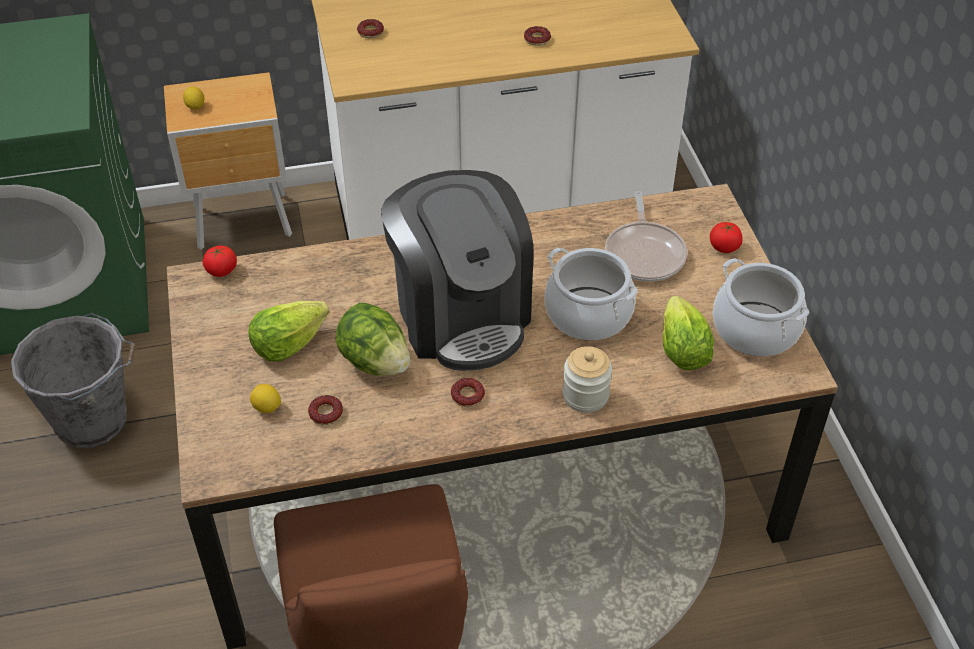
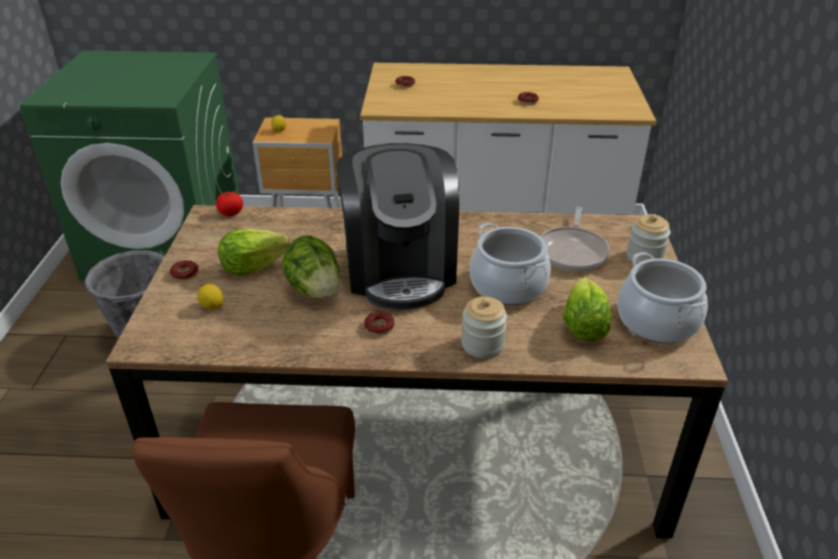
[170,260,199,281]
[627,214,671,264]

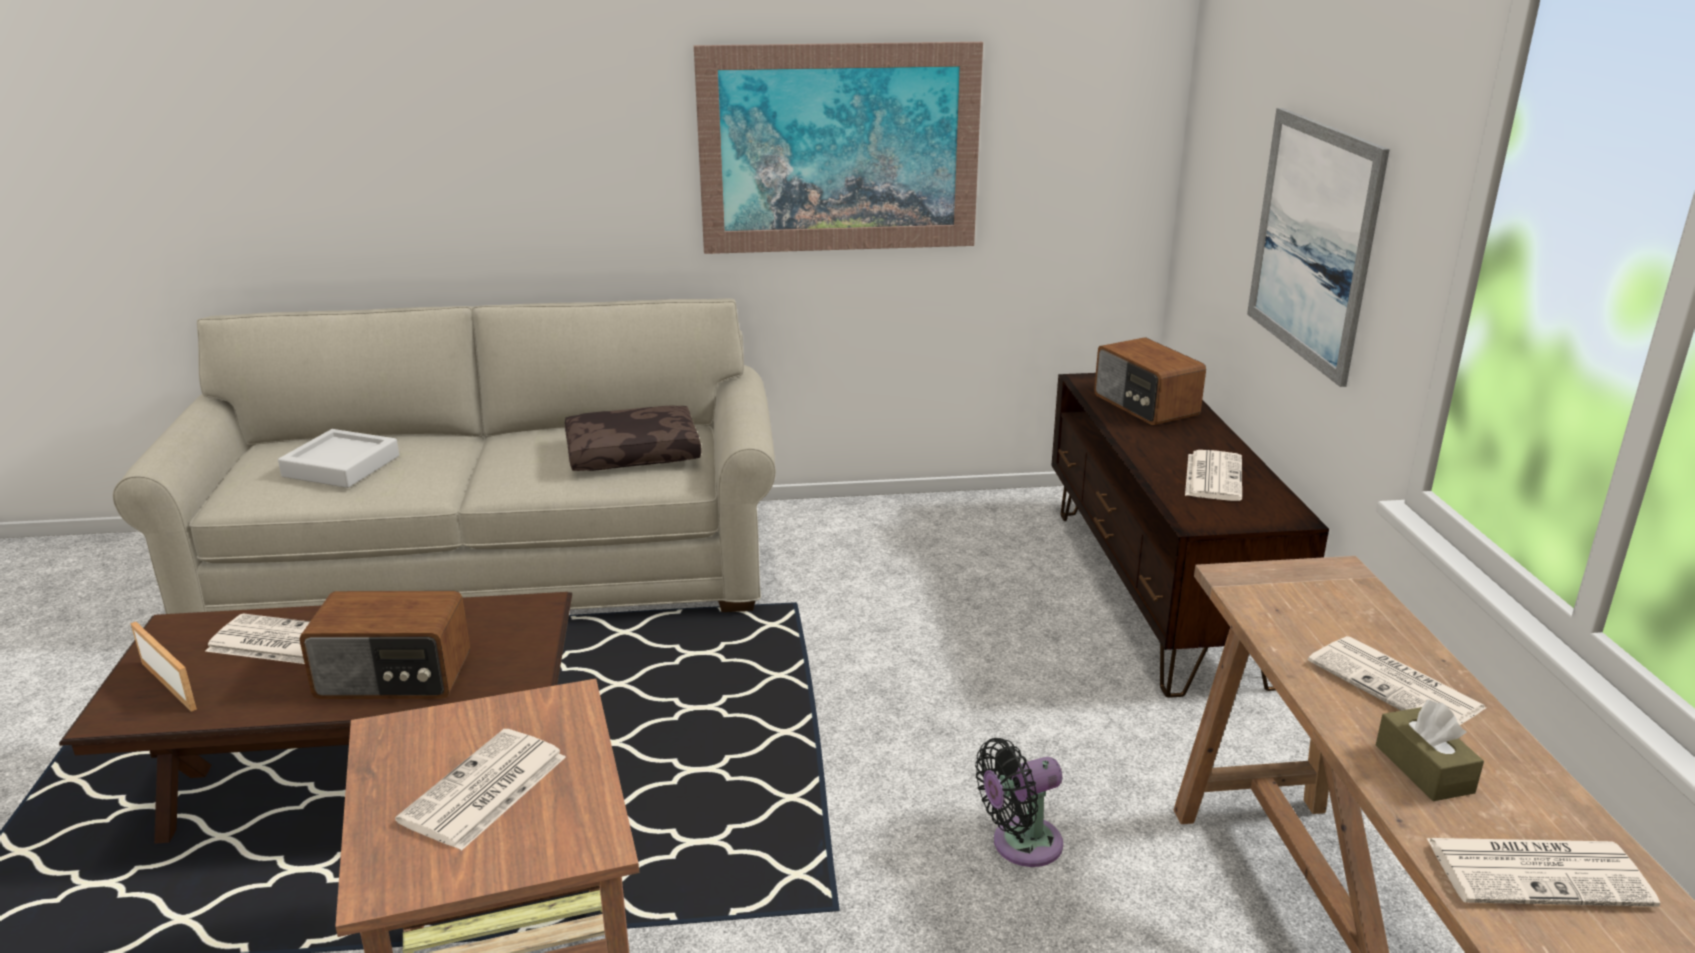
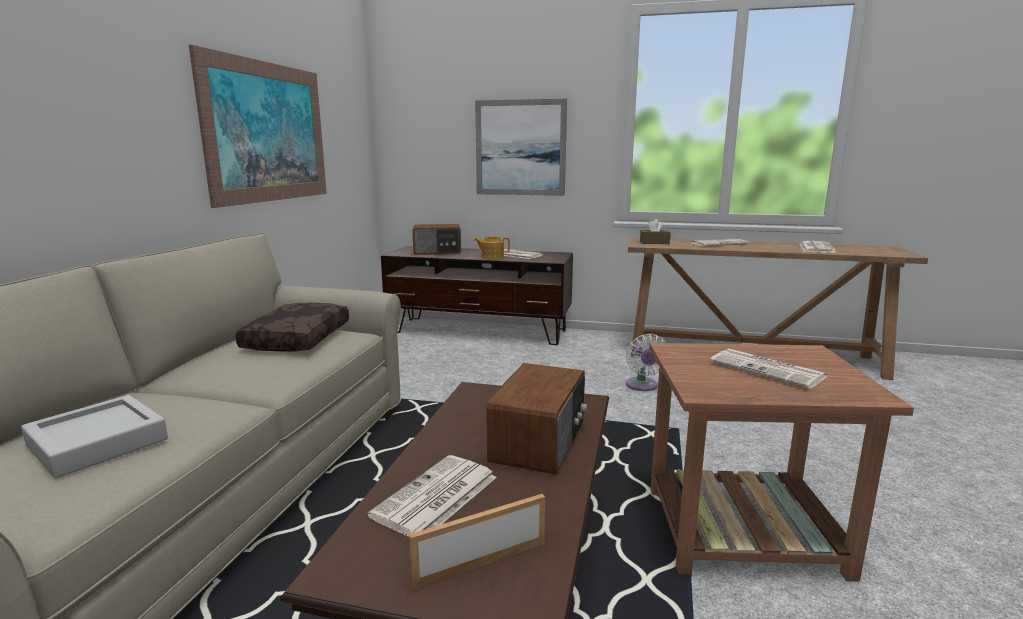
[626,334,666,391]
[640,219,671,244]
[474,236,510,260]

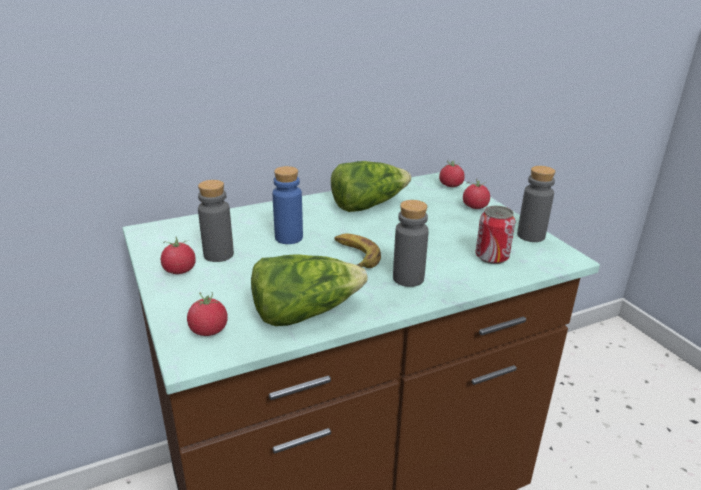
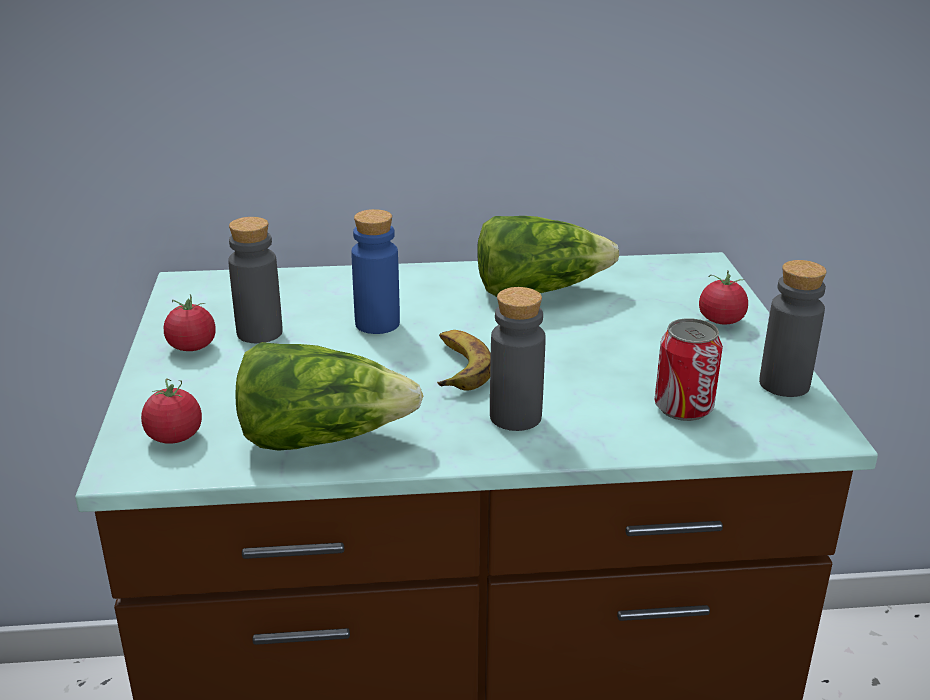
[439,160,465,187] (first image)

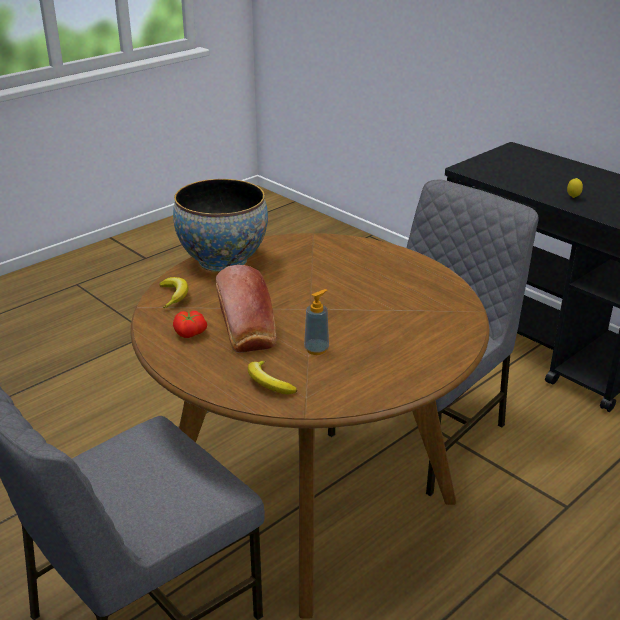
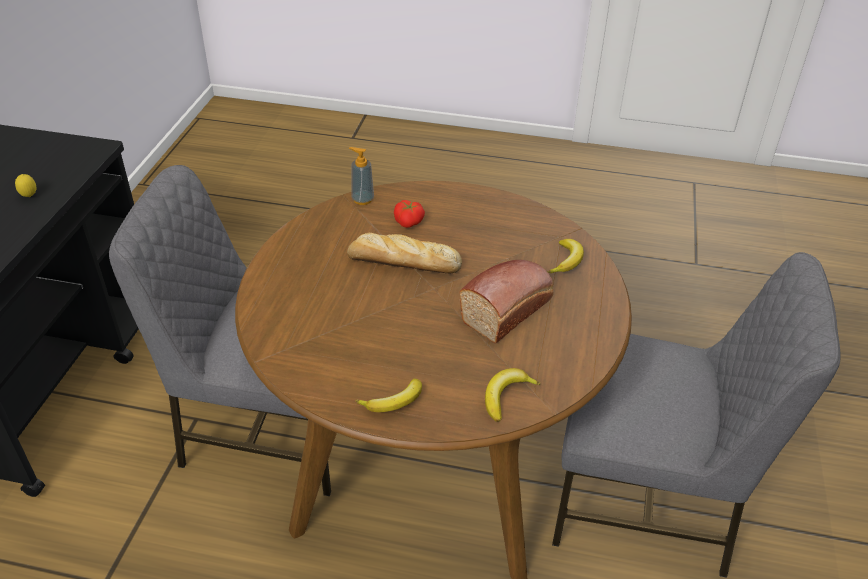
[356,379,422,412]
[394,200,425,228]
[349,147,374,205]
[347,233,462,273]

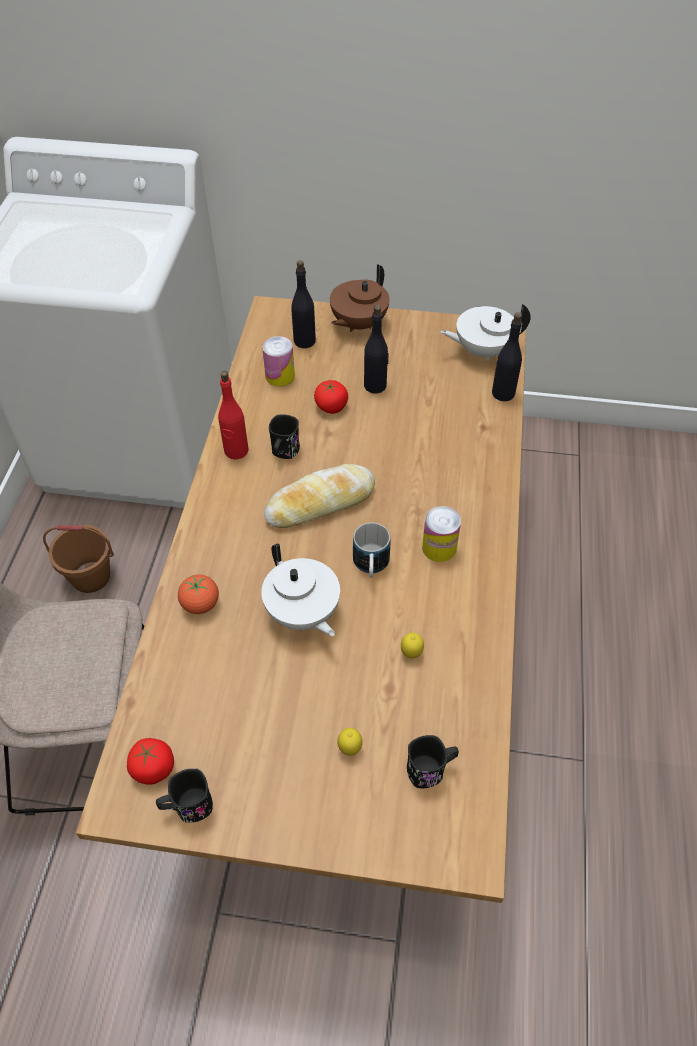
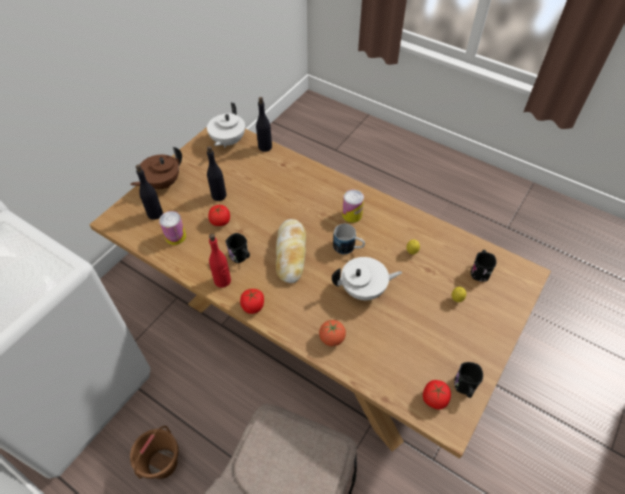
[130,147,182,189]
[240,289,264,314]

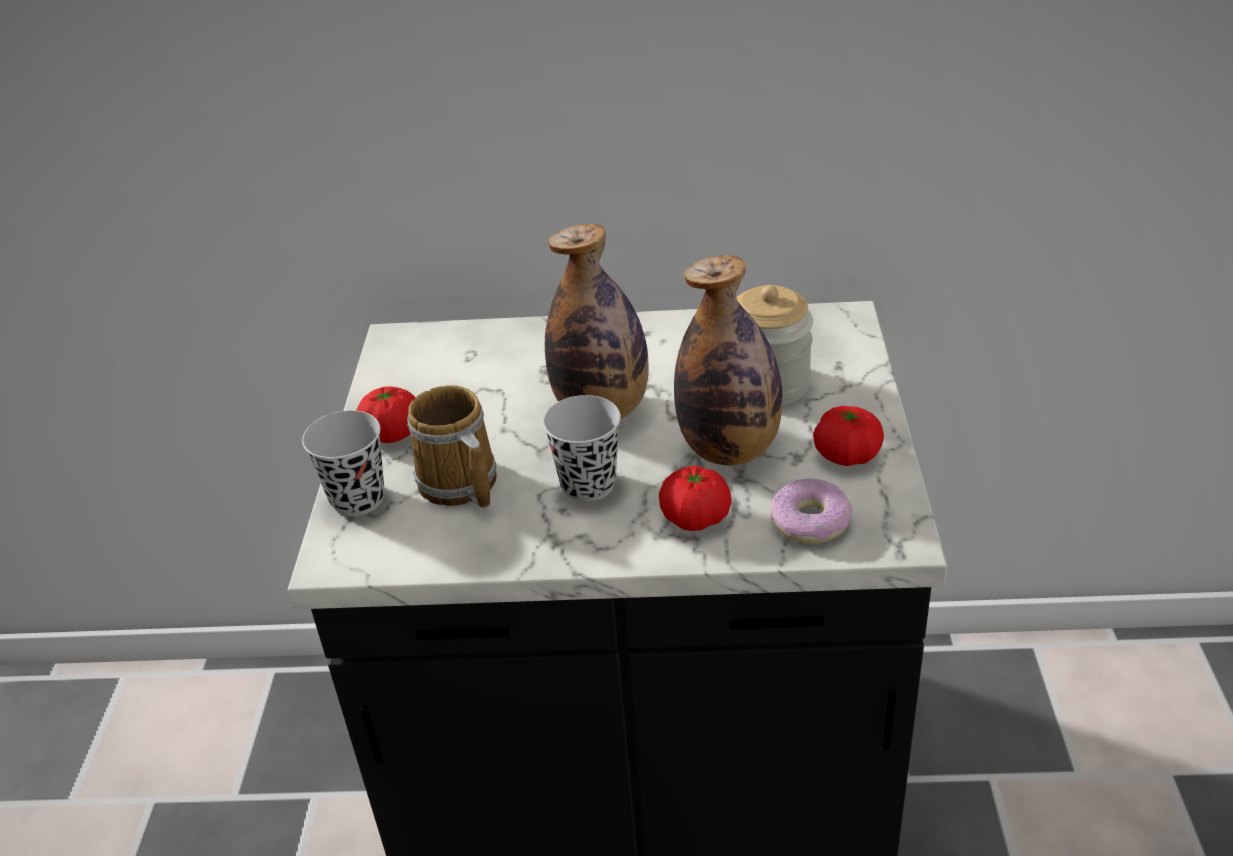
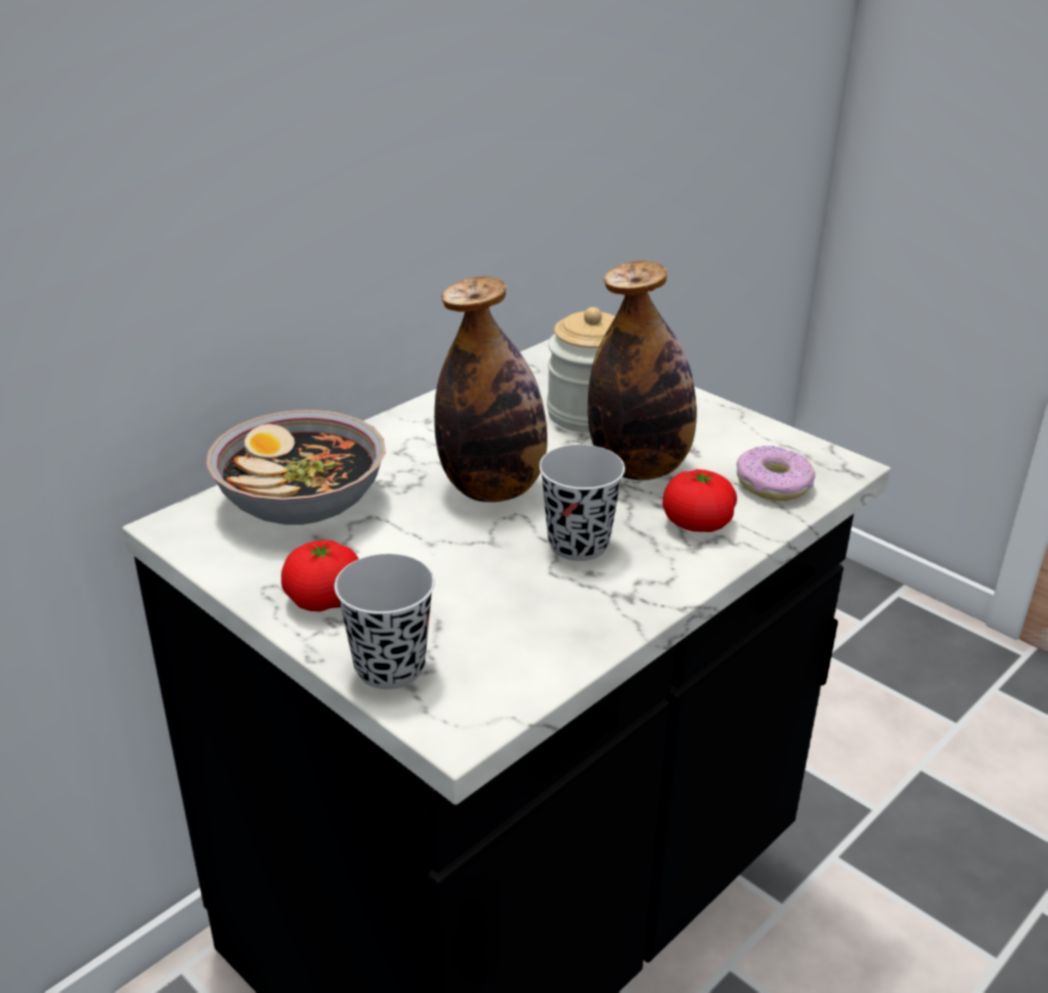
[407,385,497,508] (first image)
[813,406,884,466] (first image)
[206,409,386,525]

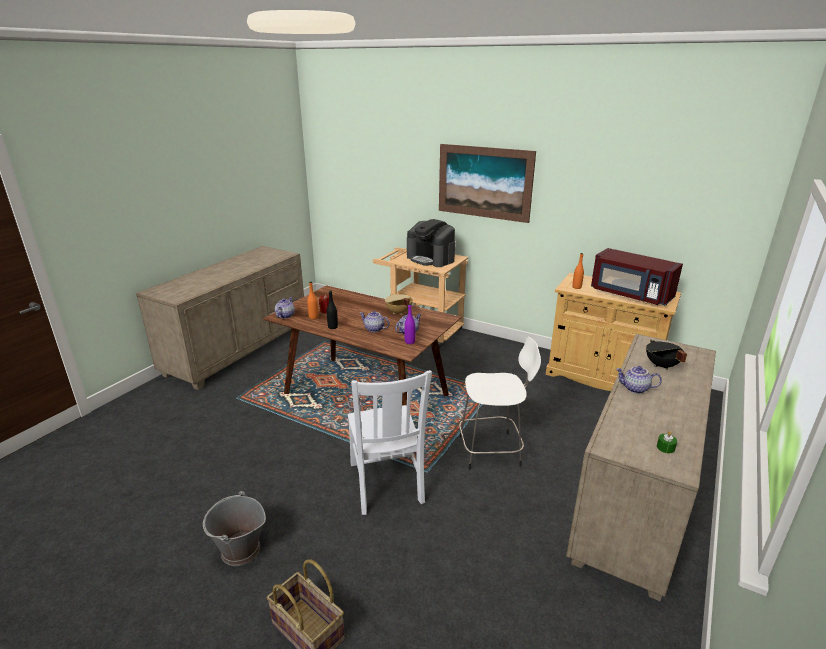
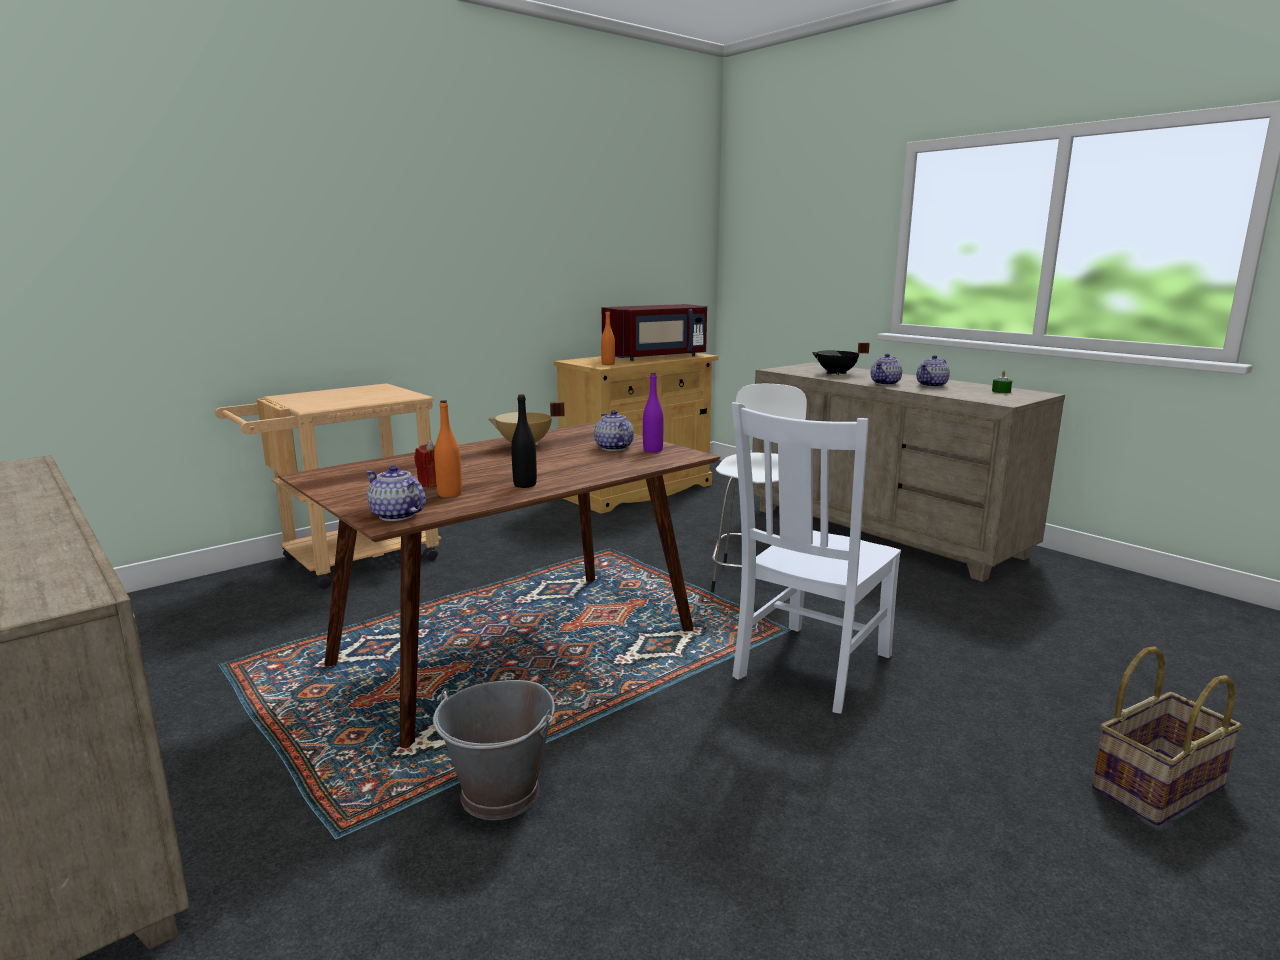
[433,680,555,820]
[732,402,901,714]
[917,355,950,387]
[407,219,455,267] (first image)
[439,144,536,223] (first image)

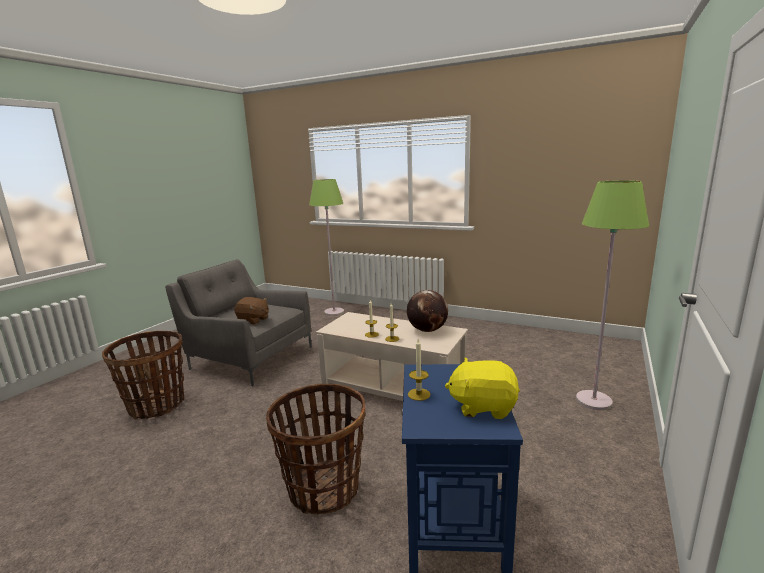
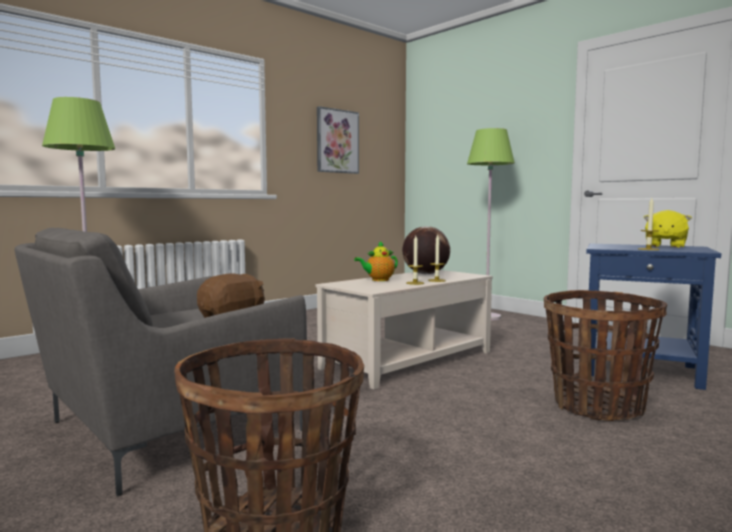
[317,106,359,174]
[354,241,398,281]

